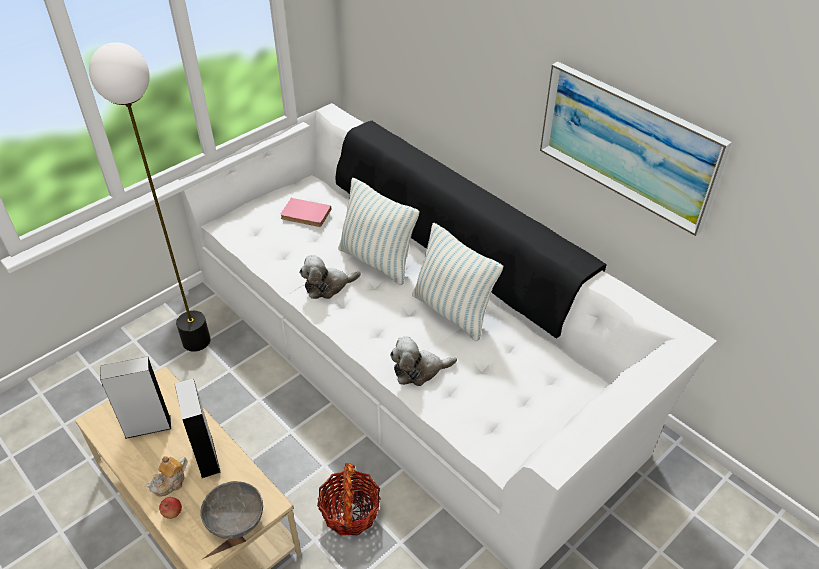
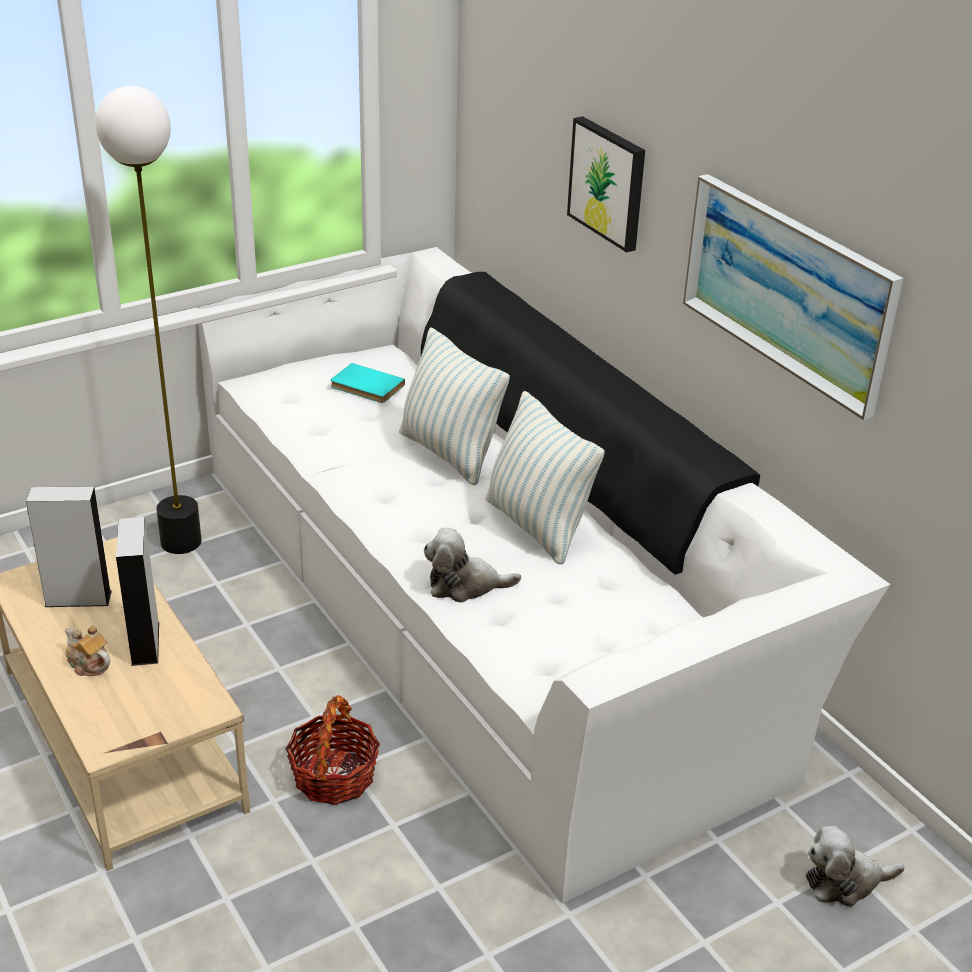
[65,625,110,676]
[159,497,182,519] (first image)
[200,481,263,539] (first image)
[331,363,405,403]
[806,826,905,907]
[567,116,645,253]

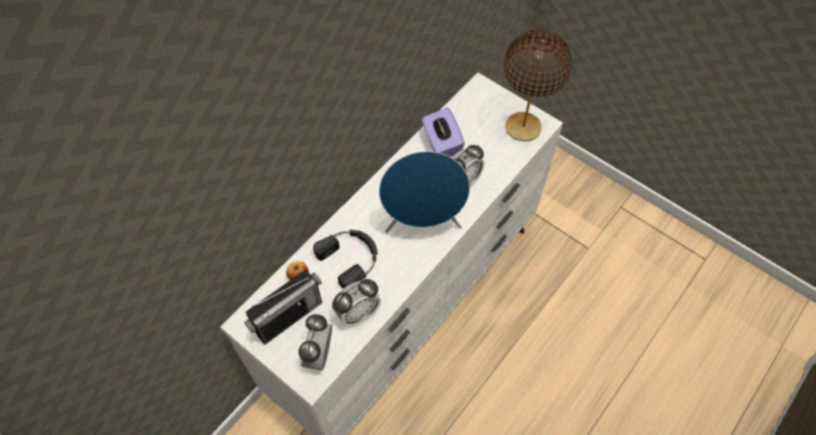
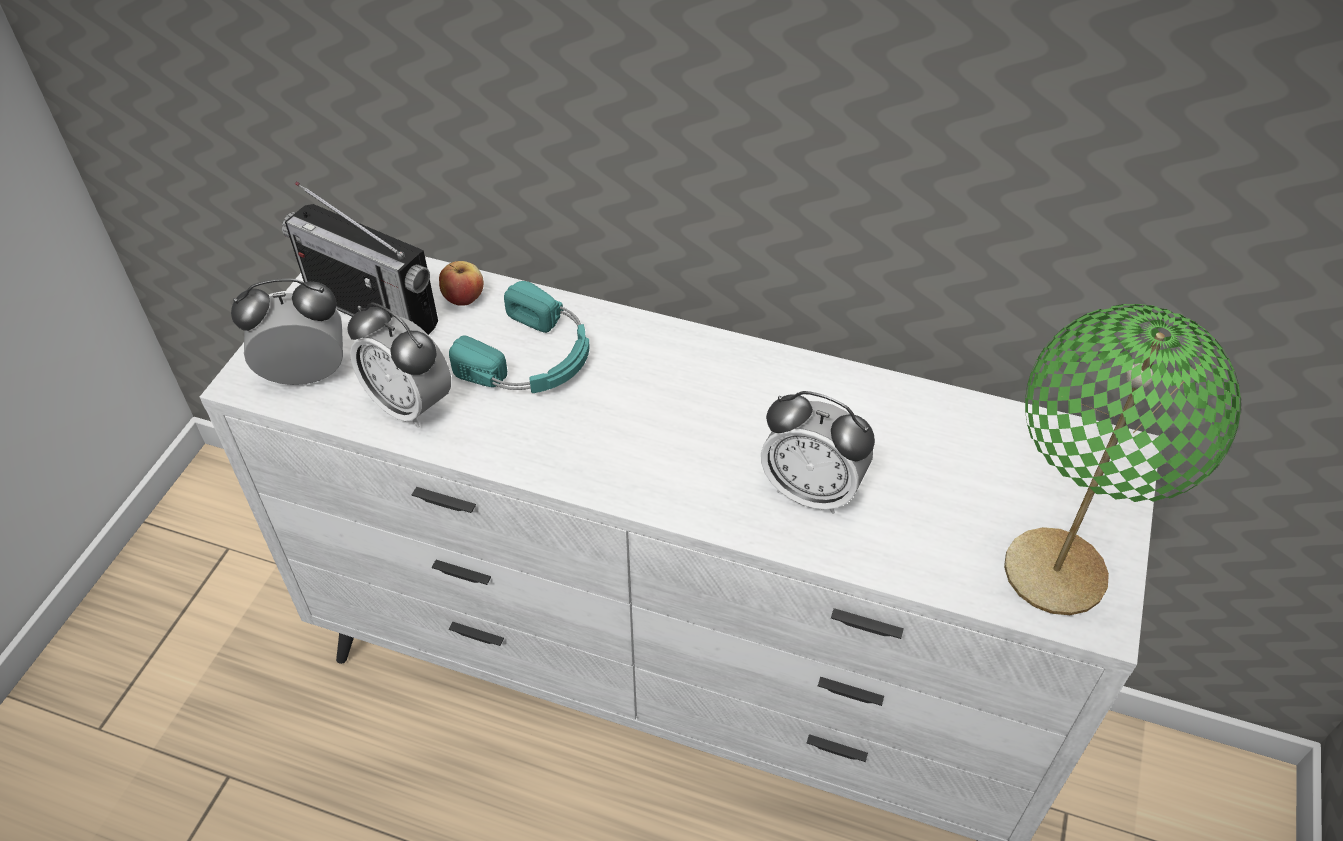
[449,281,590,393]
[379,151,470,233] (first image)
[422,107,465,157] (first image)
[1004,304,1241,615]

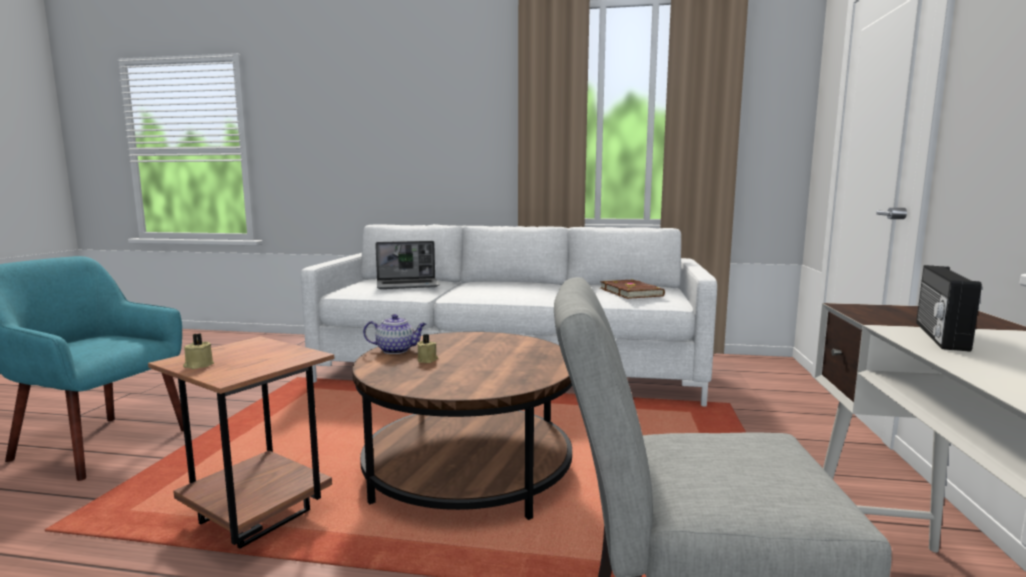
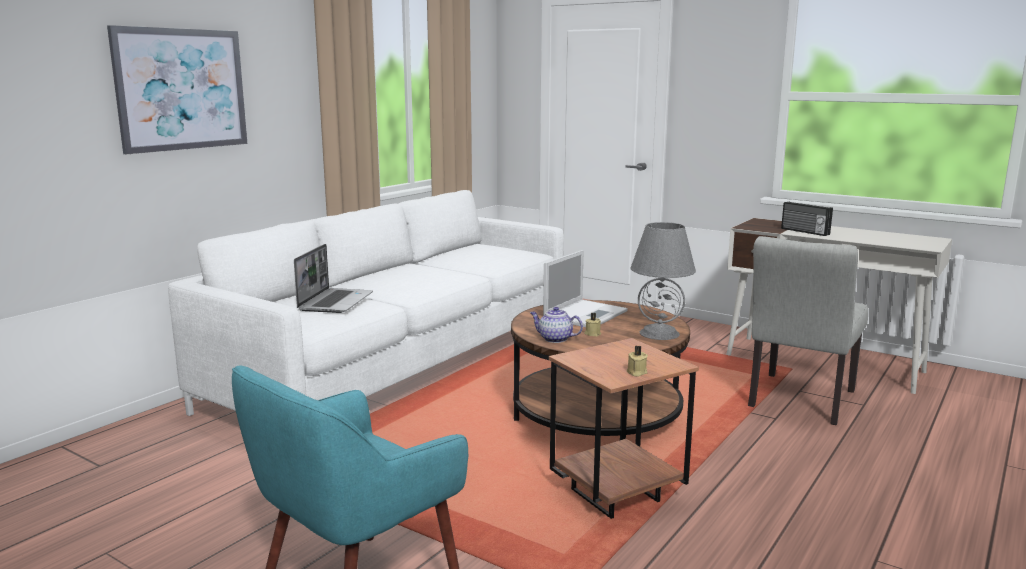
[530,307,583,343]
[600,279,665,299] (first image)
[107,25,247,154]
[543,250,628,327]
[631,222,696,340]

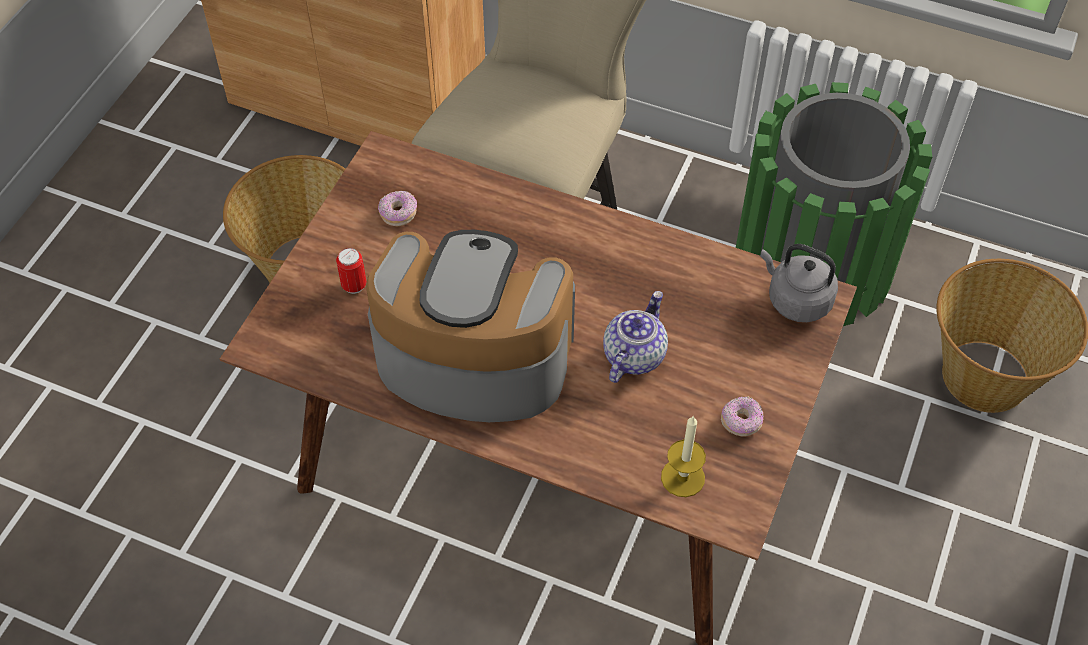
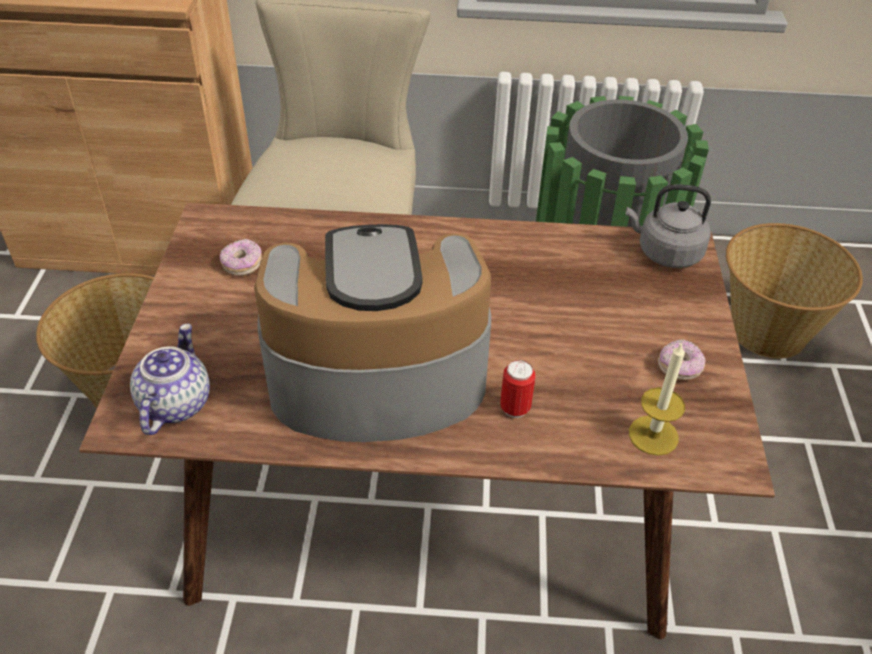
[500,360,536,418]
[130,323,210,435]

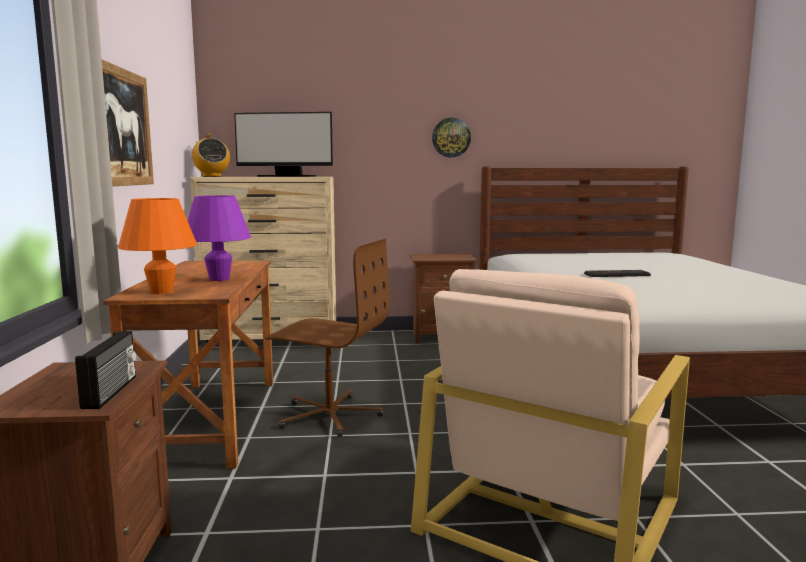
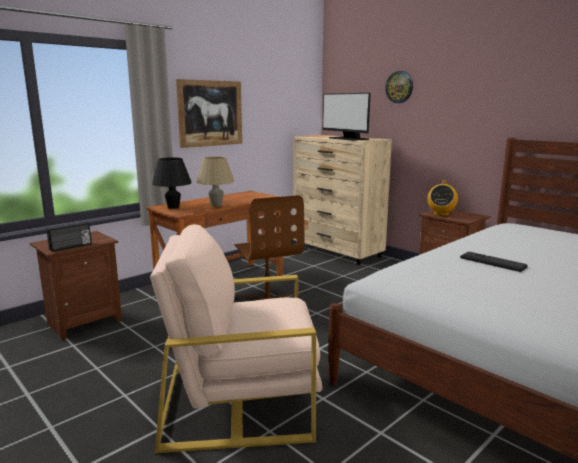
[152,157,192,209]
[196,156,234,206]
[427,180,458,216]
[385,71,413,103]

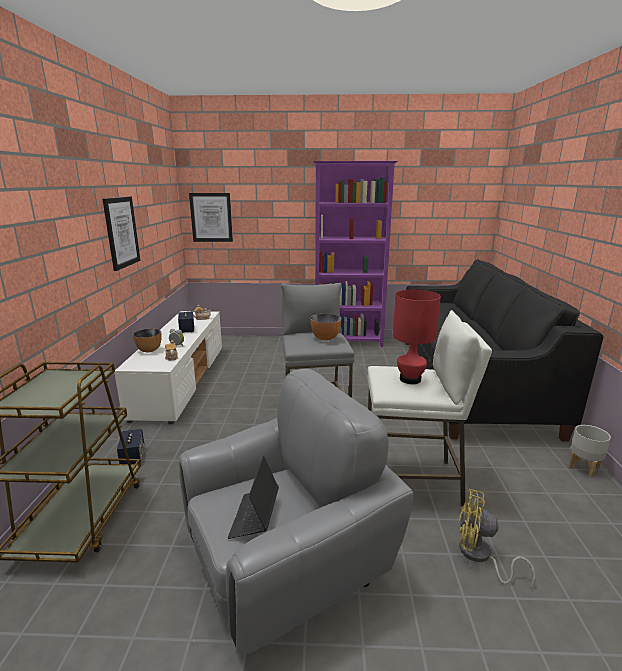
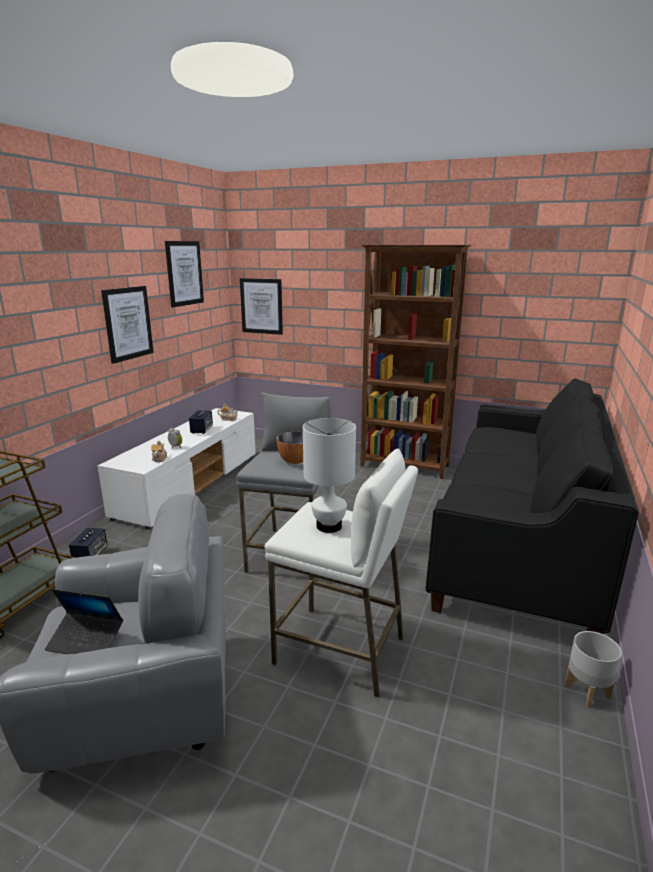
[133,329,162,352] (first image)
[45,589,123,654]
[360,245,472,479]
[303,418,356,533]
[459,489,535,588] (first image)
[165,241,204,307]

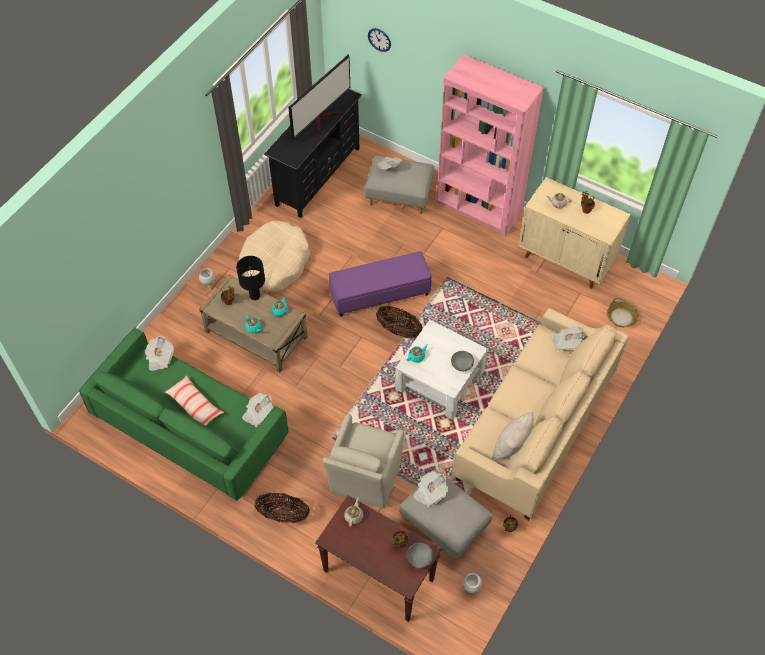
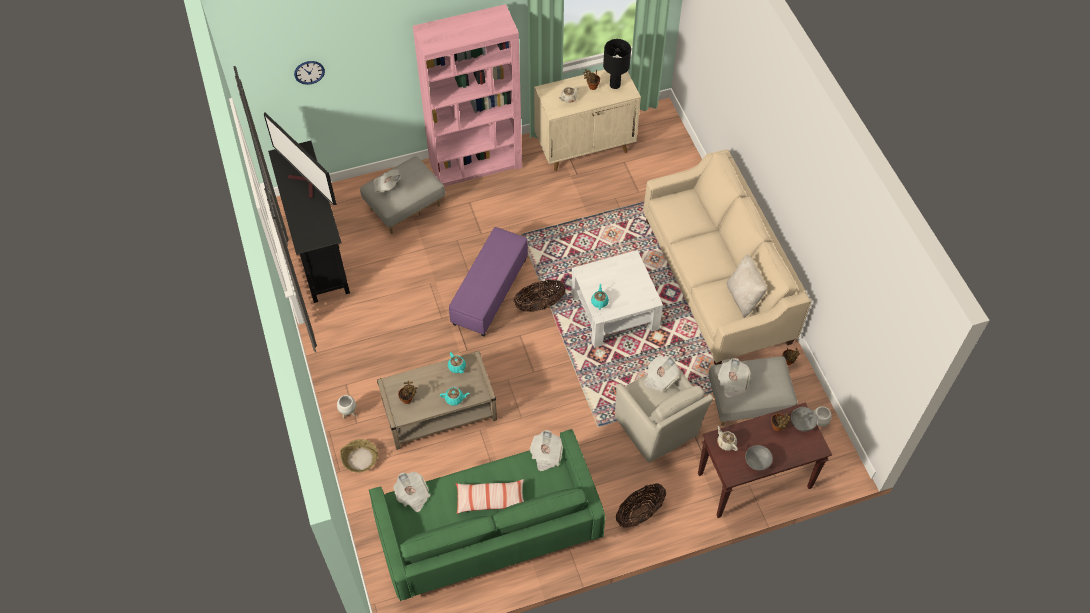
[603,39,631,89]
[239,221,310,292] (first image)
[264,112,337,205]
[745,445,773,471]
[643,355,679,392]
[340,439,378,473]

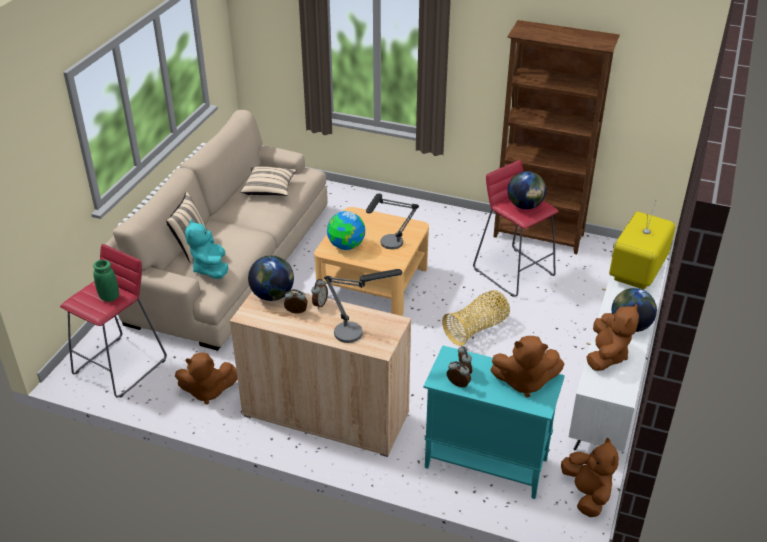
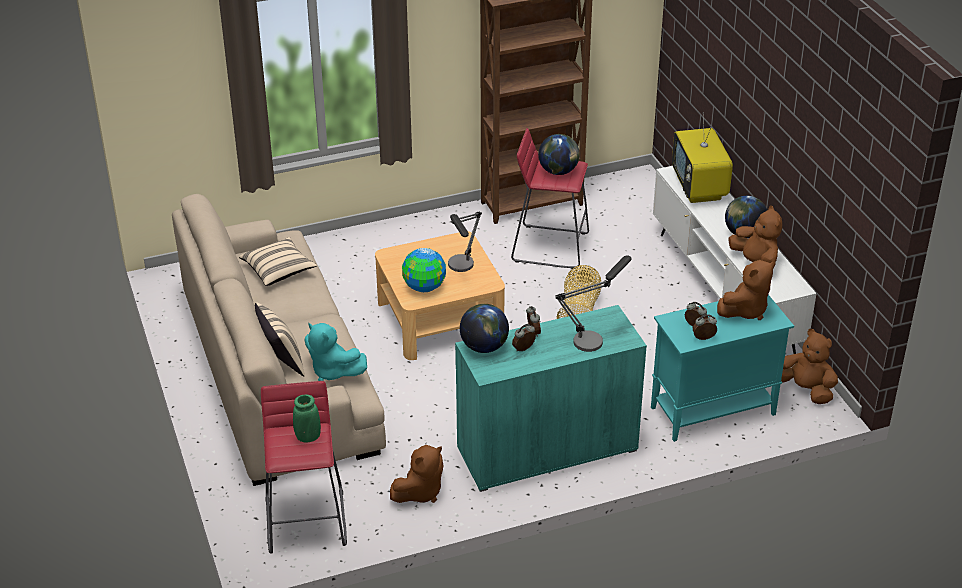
[455,305,647,492]

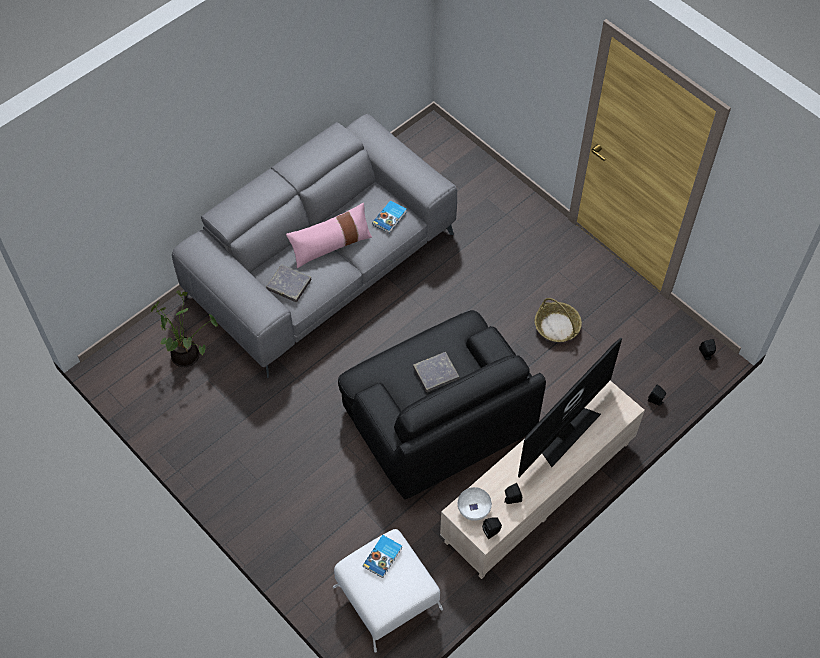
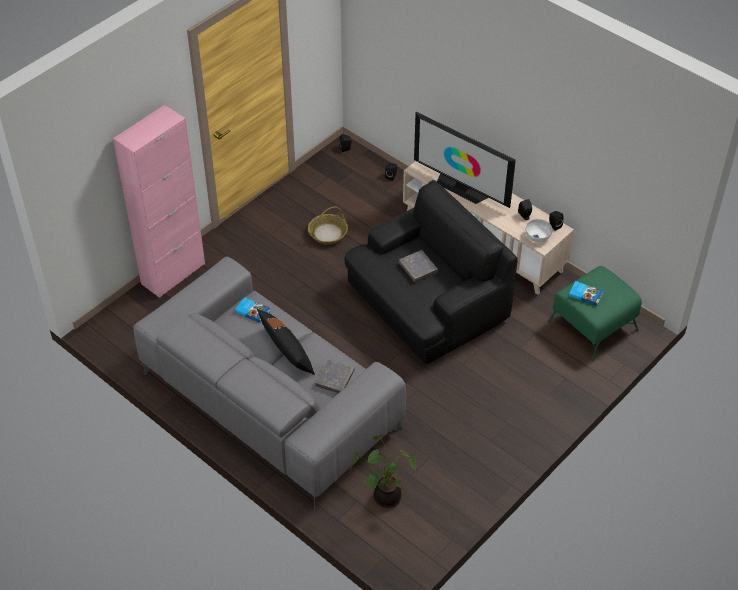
[257,309,315,375]
[548,266,642,361]
[113,105,205,298]

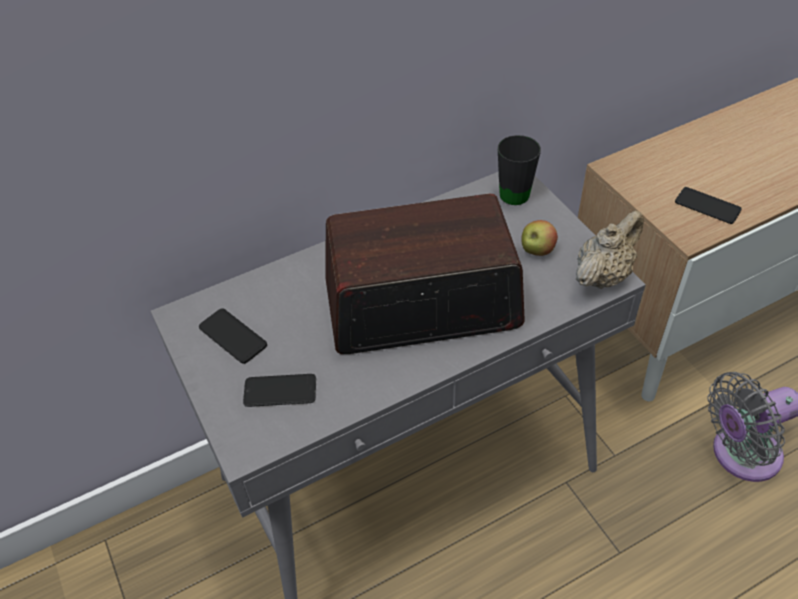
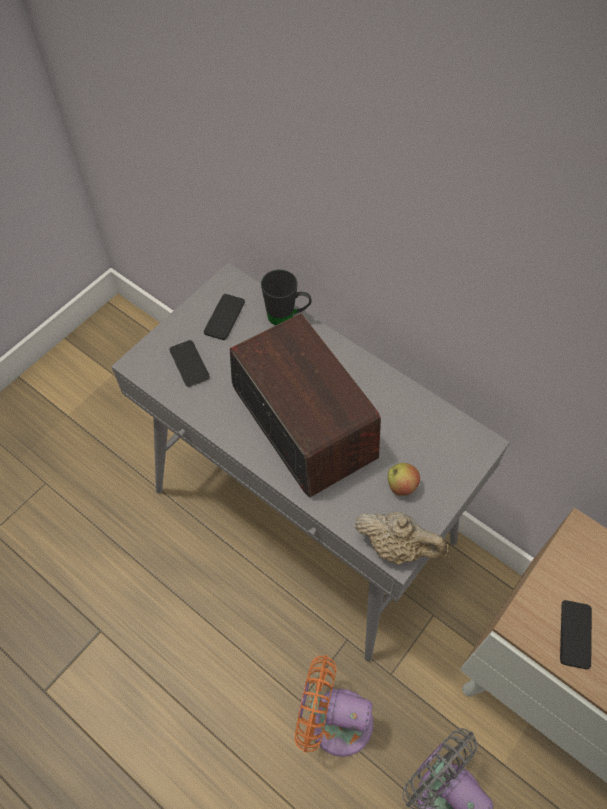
[261,270,312,325]
[295,655,373,757]

